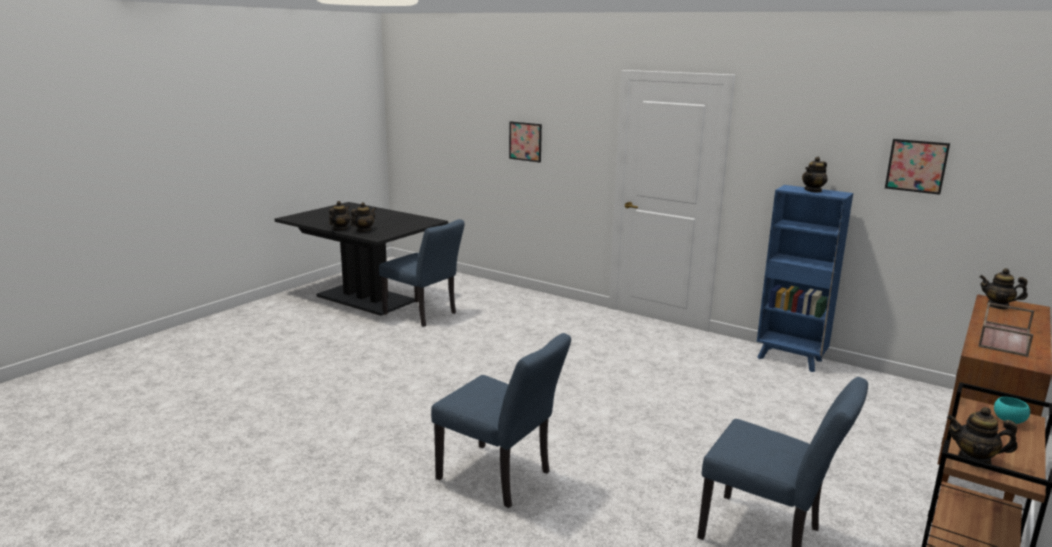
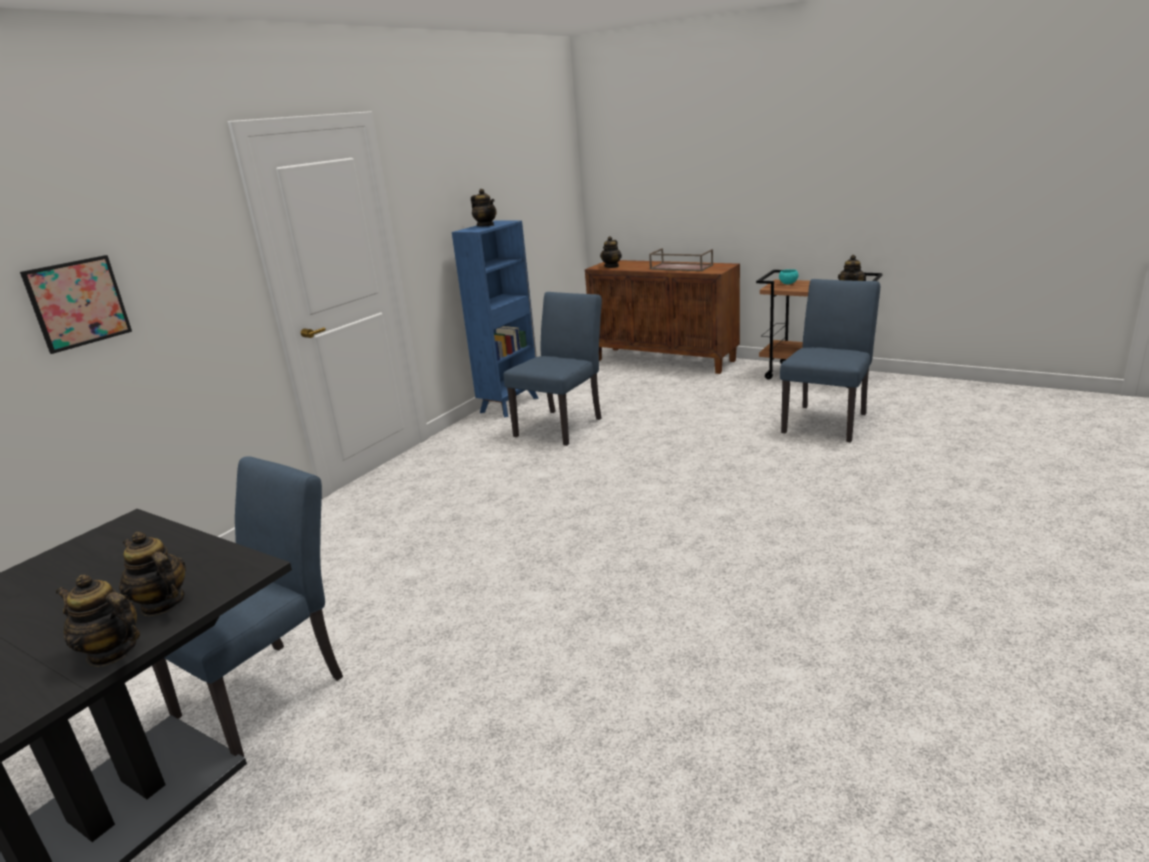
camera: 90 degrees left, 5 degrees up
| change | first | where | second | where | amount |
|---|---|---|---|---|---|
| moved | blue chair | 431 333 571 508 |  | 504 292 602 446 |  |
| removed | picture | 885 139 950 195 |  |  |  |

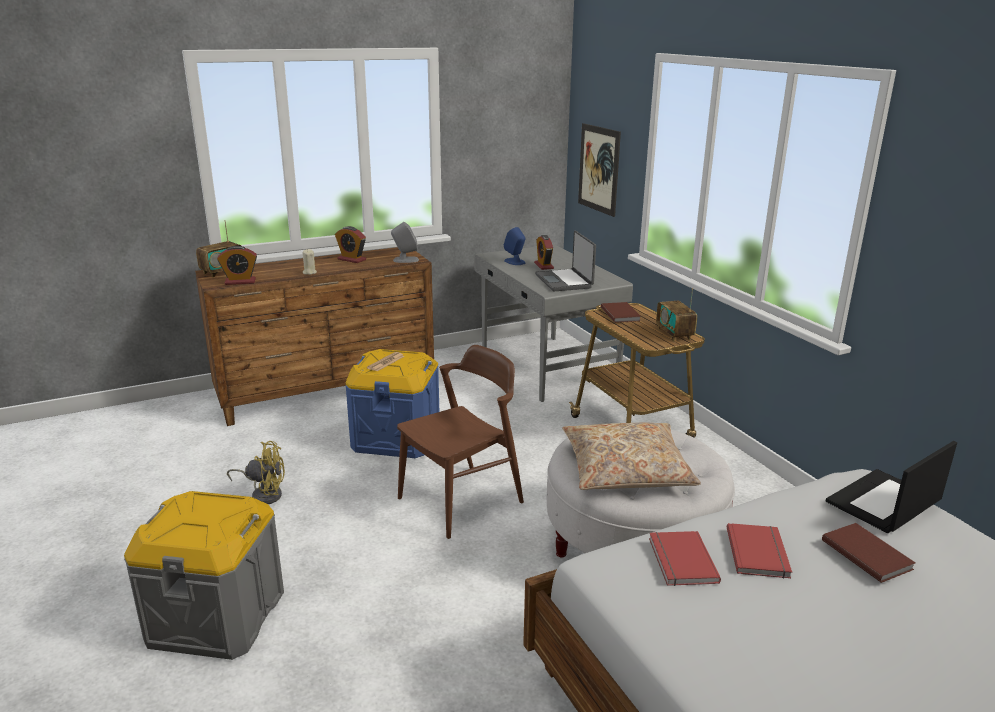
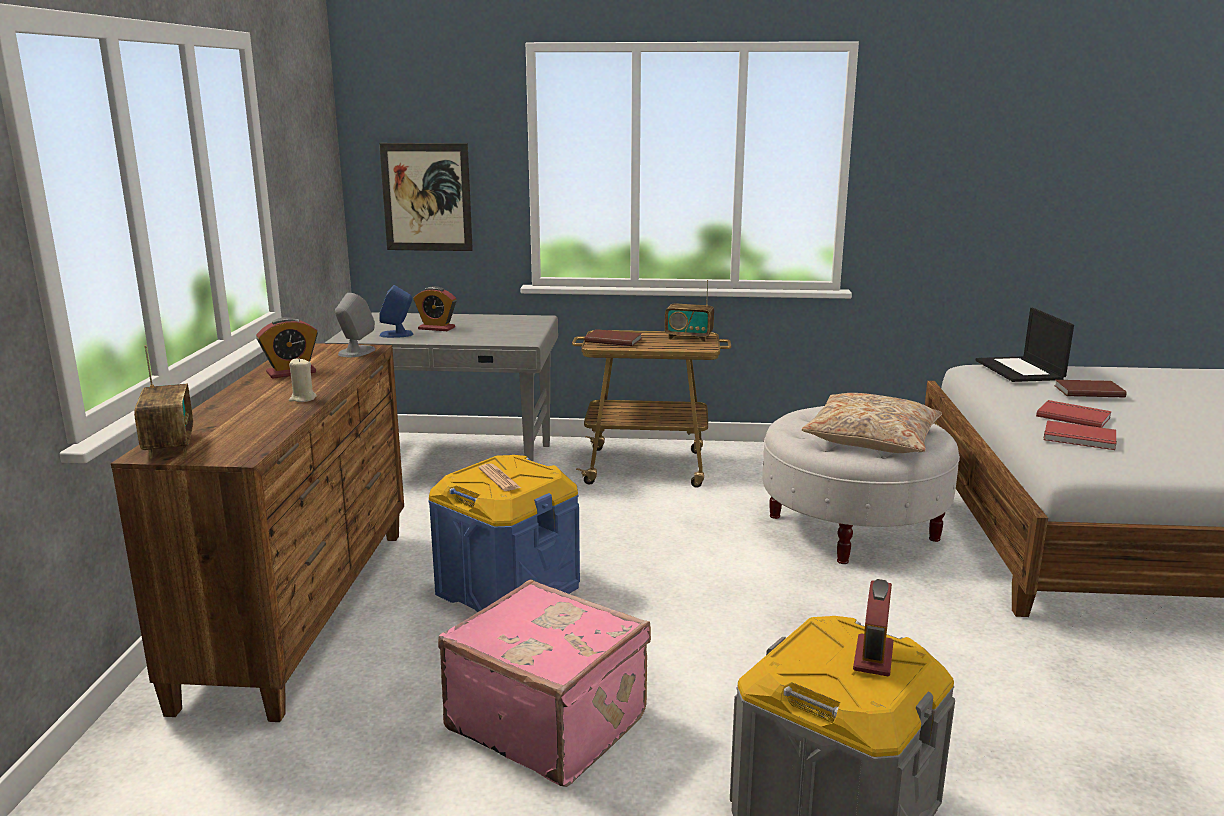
camera: 60 degrees left, 5 degrees down
| change | first | where | second | where | amount |
|---|---|---|---|---|---|
| replaced | yellow fan | 227 441 285 504 | pink suitcase | 438 580 651 787 |  |
| moved | alarm clock | 217 246 257 285 |  | 853 579 894 676 |  |
| removed | brown chair | 397 345 524 539 |  |  |  |
| removed | laptop | 535 231 596 291 |  |  |  |

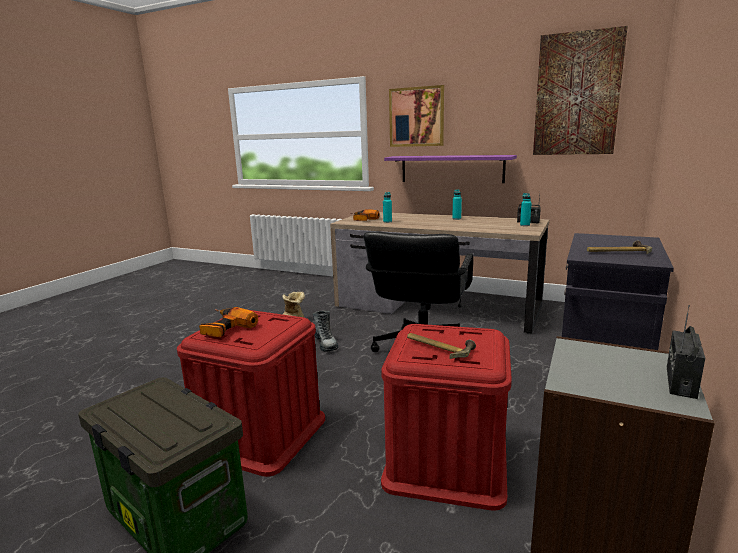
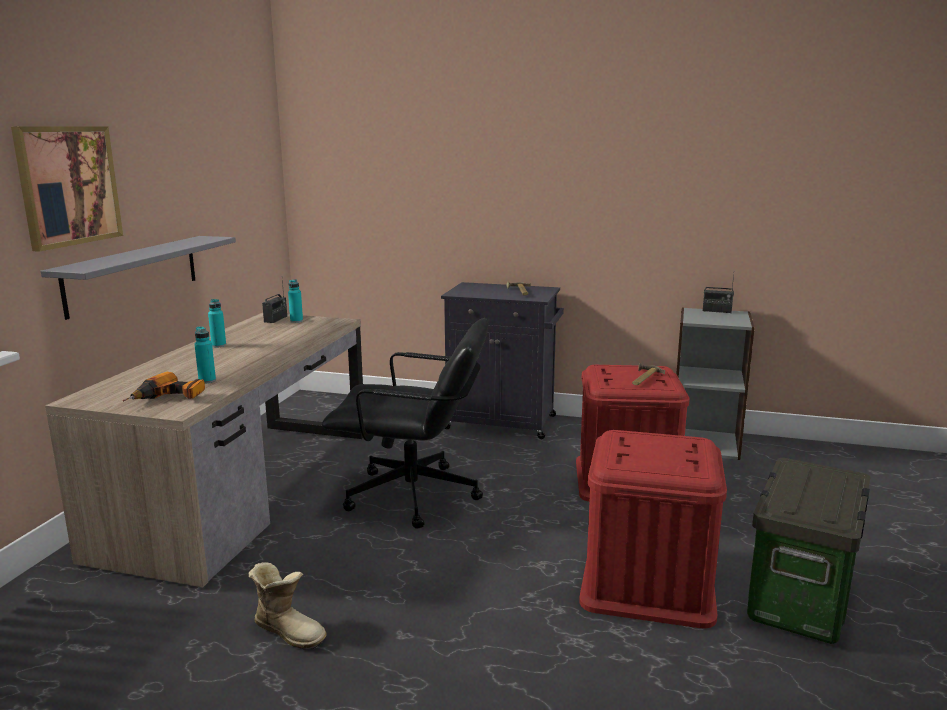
camera: 100 degrees left, 0 degrees up
| change | first | where | second | where | amount |
|---|---|---|---|---|---|
| recoloured | purple shelf | 384 155 517 183 | grey shelf | 41 236 236 320 |  |
| removed | power drill | 199 307 258 337 |  |  |  |
| removed | boot | 313 310 338 352 |  |  |  |
| removed | picture | 533 26 628 155 |  |  |  |

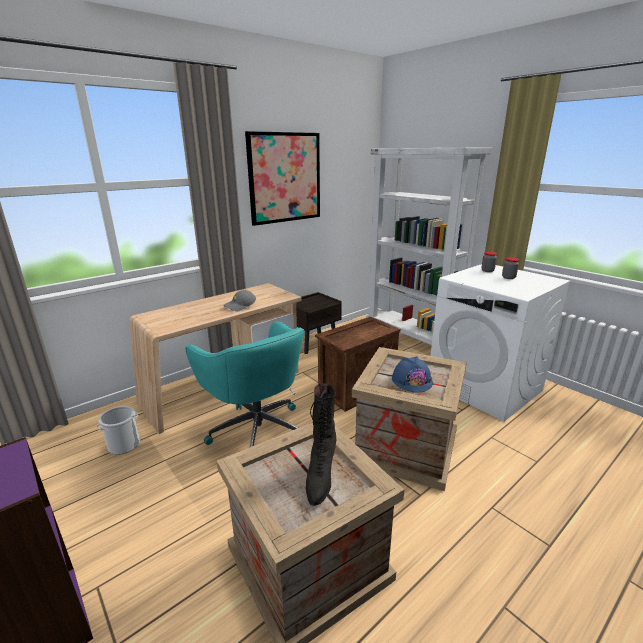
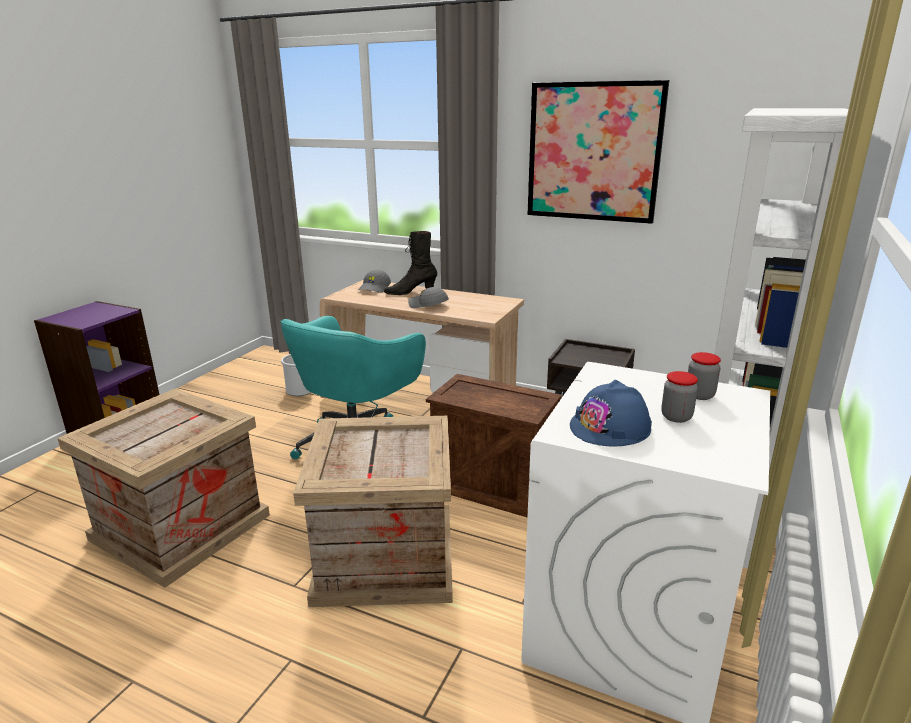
camera: 65 degrees right, 0 degrees up
| change | first | where | second | where | amount |
|---|---|---|---|---|---|
| added |  |  | grey cap | 358 269 391 293 |  |
| moved | black boot | 306 383 336 506 |  | 384 231 437 295 |  |
| moved | blue hard hat | 392 356 433 393 |  | 570 380 652 447 |  |

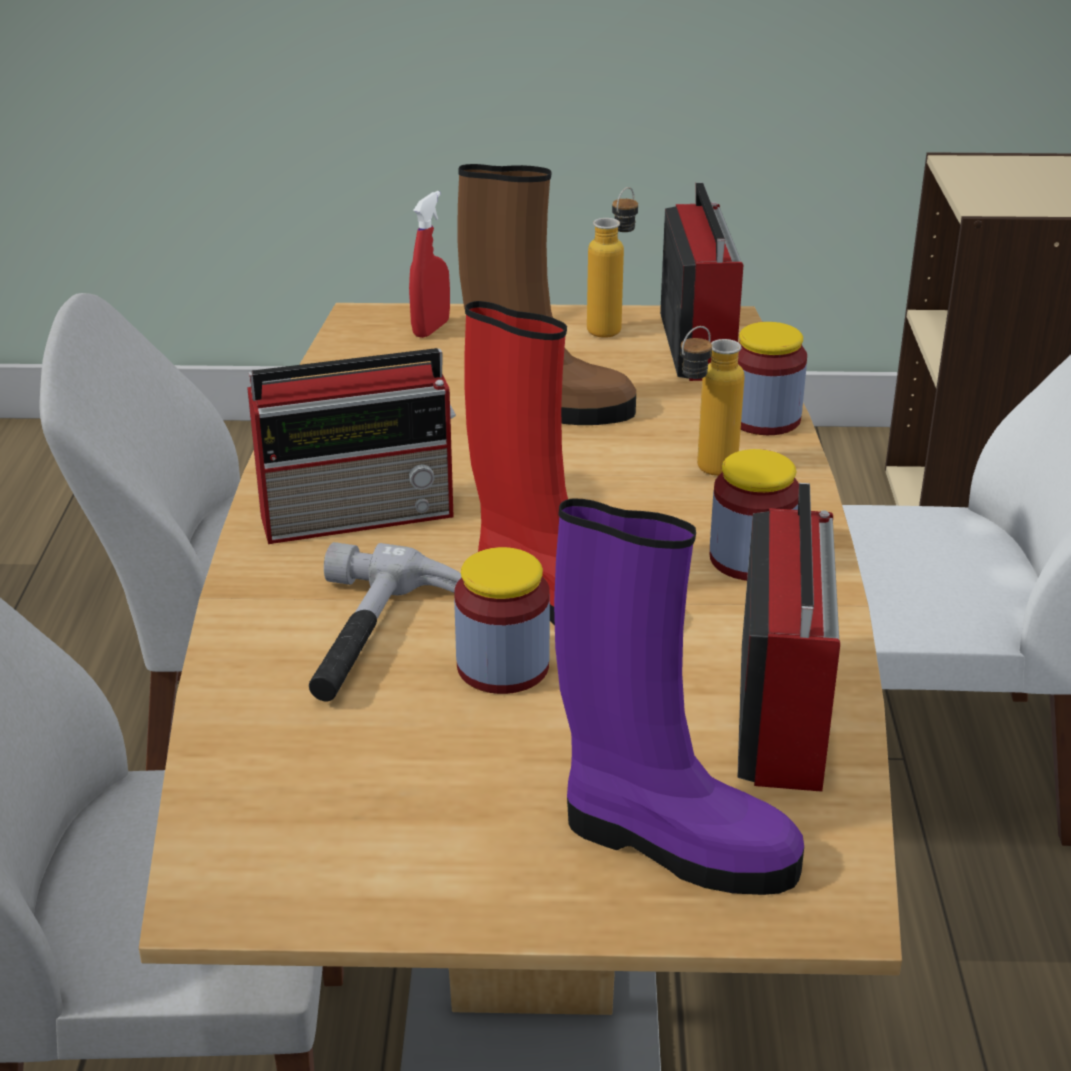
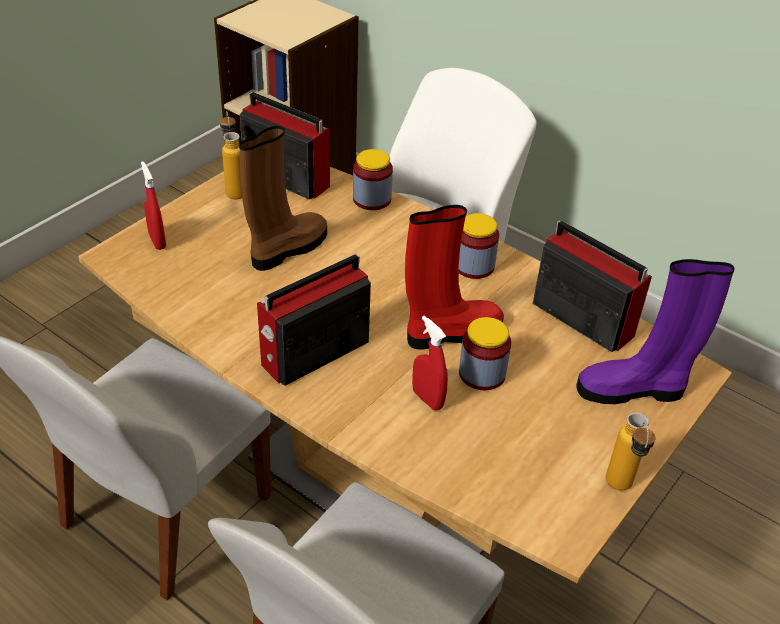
camera: 55 degrees left, 10 degrees up
| change | first | where | second | where | amount |
|---|---|---|---|---|---|
| turned | radio | 247 348 456 544 |  | 257 254 371 386 | 150 degrees counterclockwise |
| replaced | hammer | 309 542 461 702 | red spray bottle | 412 316 448 411 |  |
| turned | purple boot | 554 498 804 895 |  | 577 259 735 404 | 150 degrees counterclockwise |
| moved | bottle | 680 326 744 476 |  | 606 412 655 491 |  |

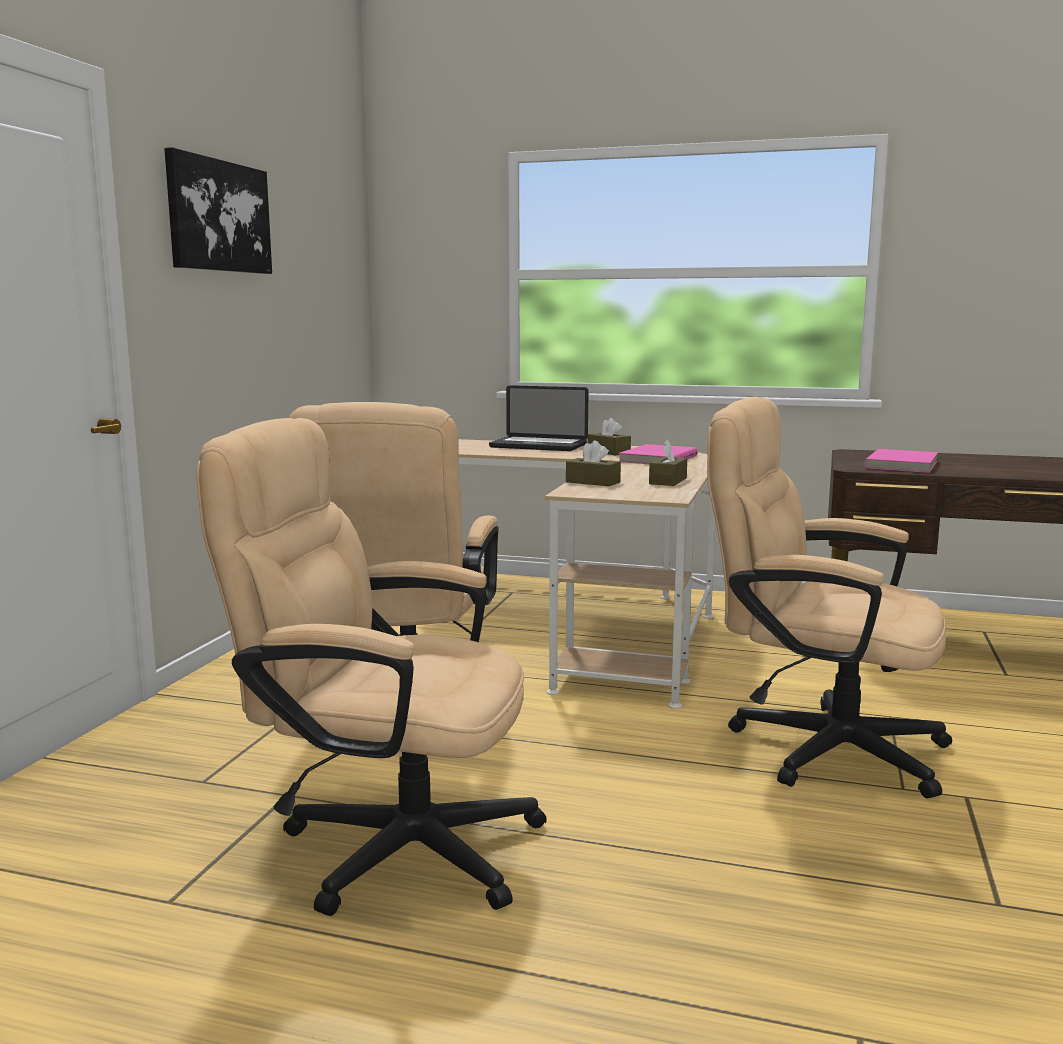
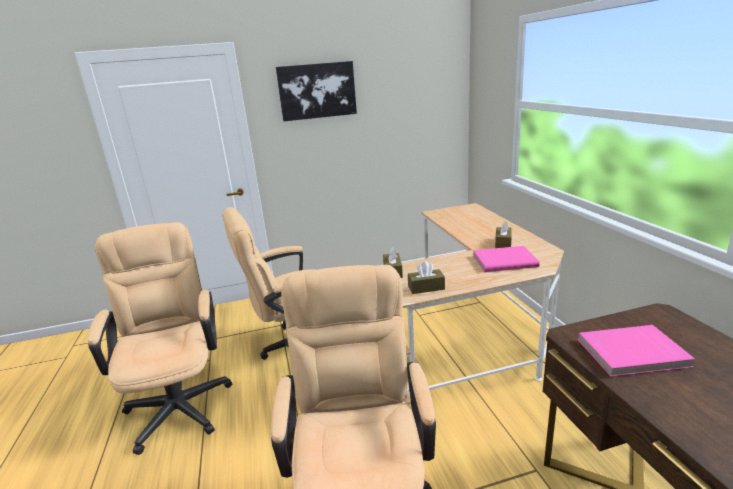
camera: 60 degrees right, 10 degrees up
| change | first | where | second | where | amount |
|---|---|---|---|---|---|
| removed | laptop | 489 385 589 451 |  |  |  |

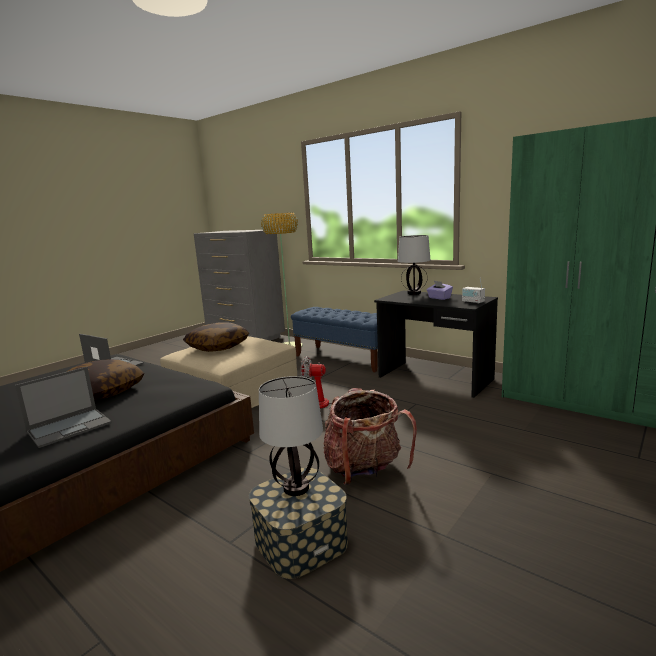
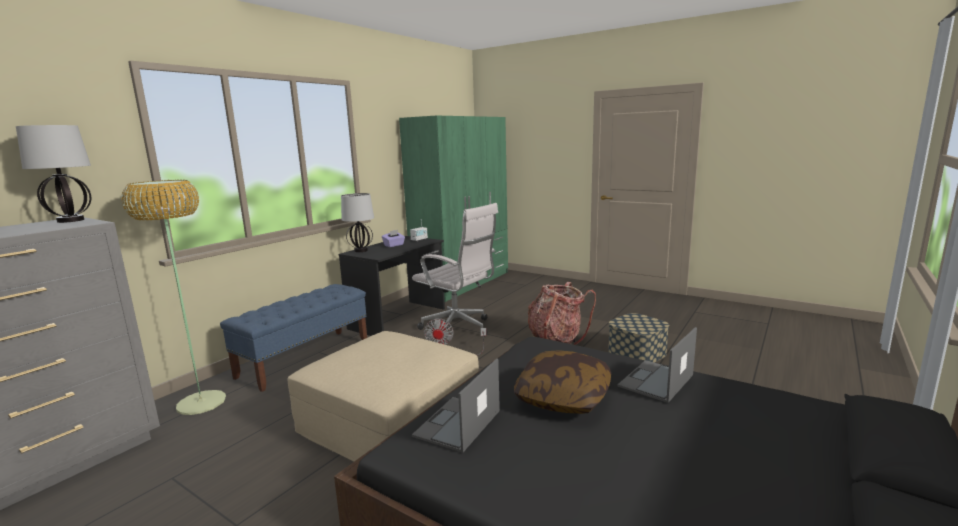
camera: 95 degrees left, 0 degrees up
| change | first | where | second | where | amount |
|---|---|---|---|---|---|
| moved | table lamp | 259 376 323 496 |  | 16 125 91 223 |  |
| added |  |  | white office chair | 412 203 498 337 |  |
| turned | laptop | 15 367 112 448 |  | 617 327 697 403 | 90 degrees counterclockwise |
| removed | pillow | 183 322 249 352 |  |  |  |

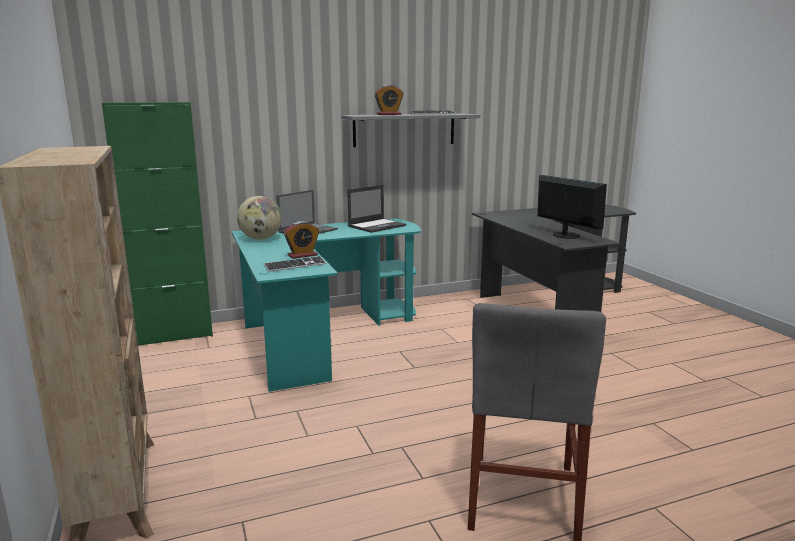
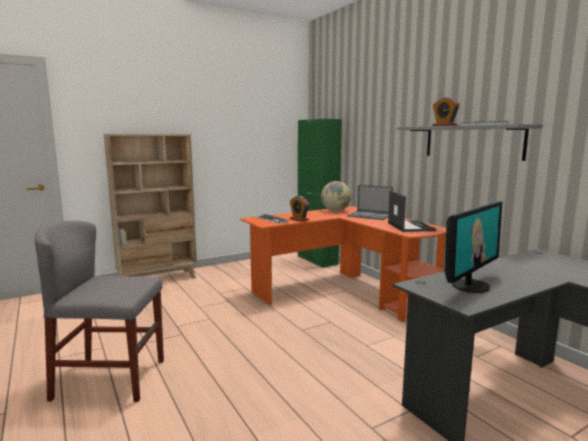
camera: 80 degrees right, 5 degrees down
| change | first | where | second | where | amount |
|---|---|---|---|---|---|
| recoloured | turquoise desk | 231 218 421 392 | orange desk | 240 206 446 322 |  |
| turned | laptop | 348 185 406 233 |  | 388 191 436 232 | 135 degrees counterclockwise |

